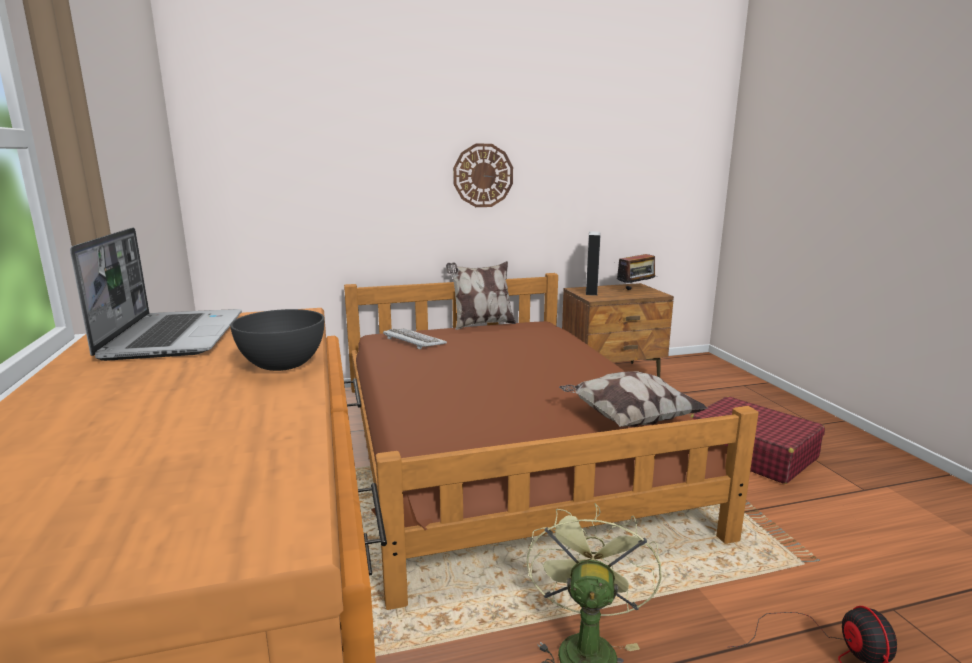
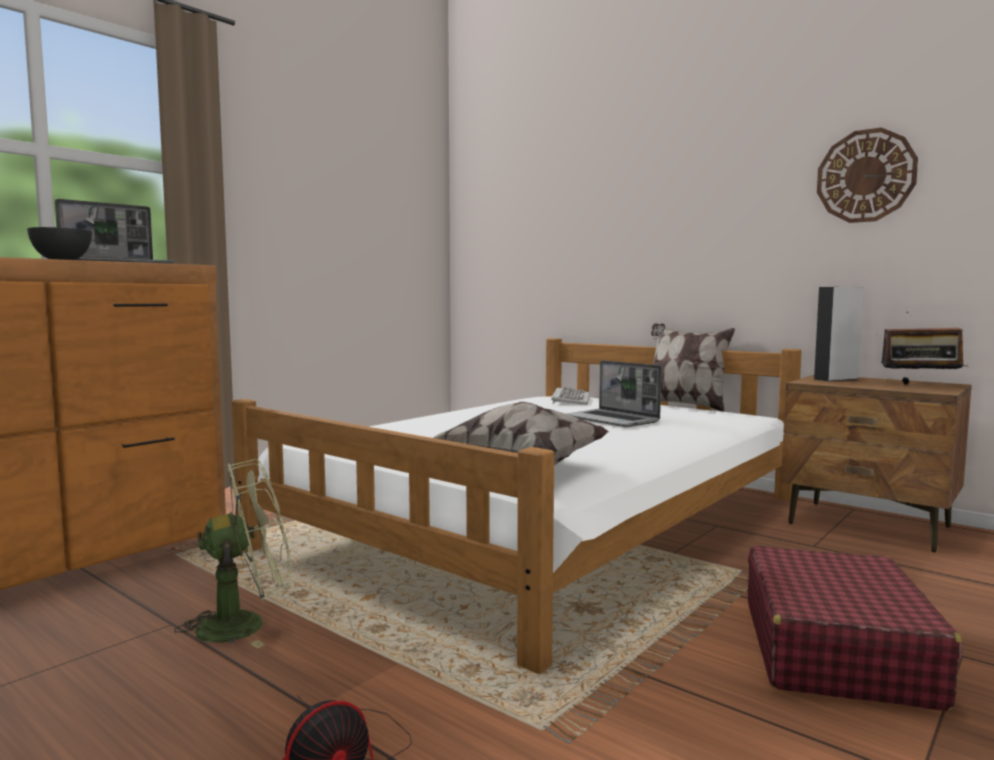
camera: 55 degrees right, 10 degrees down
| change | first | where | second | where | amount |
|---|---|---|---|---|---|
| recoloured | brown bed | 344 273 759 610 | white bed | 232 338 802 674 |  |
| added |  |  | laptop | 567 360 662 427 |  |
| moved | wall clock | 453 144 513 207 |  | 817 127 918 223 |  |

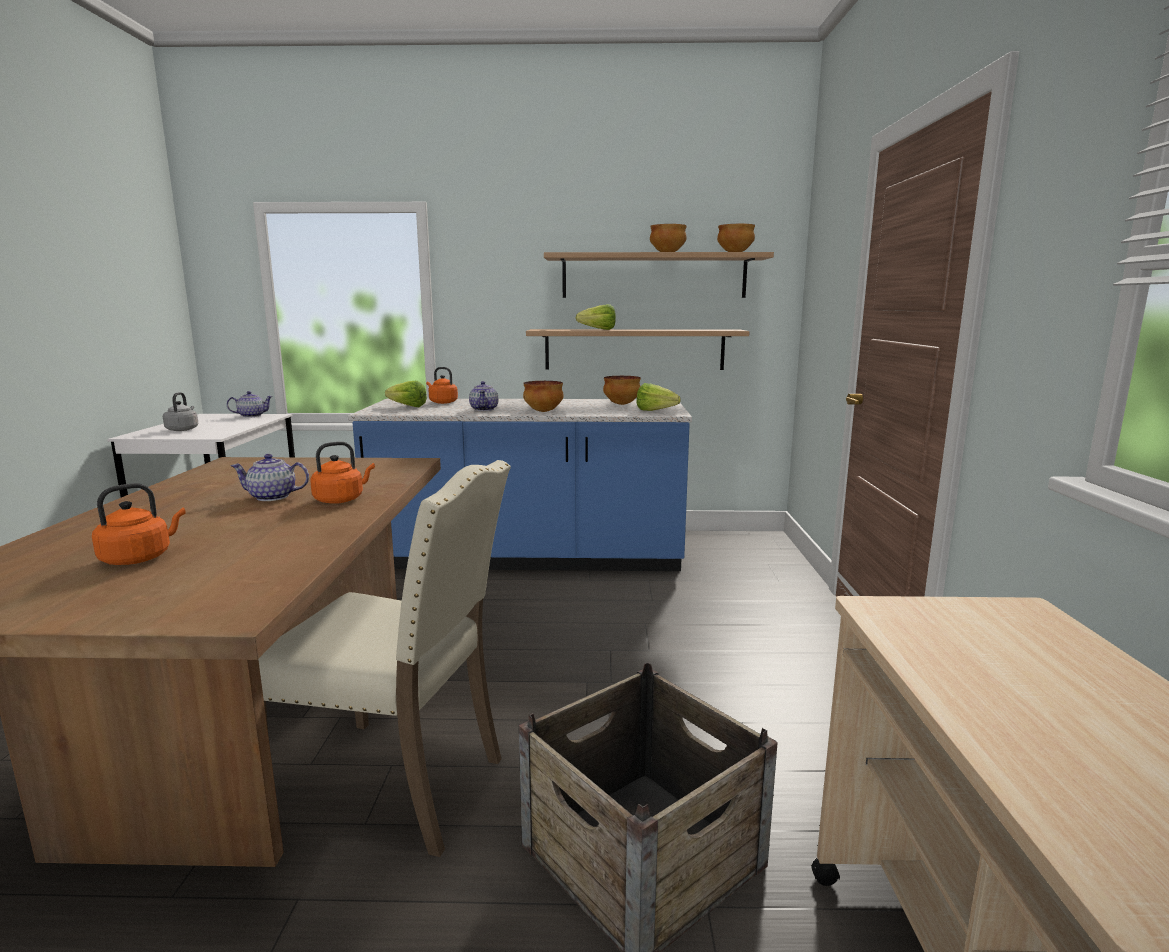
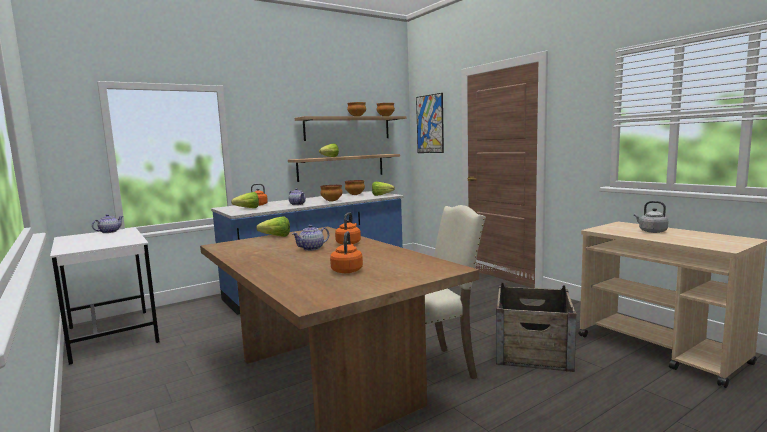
camera: 35 degrees left, 5 degrees down
| change | first | where | second | where | amount |
|---|---|---|---|---|---|
| added |  |  | lettuce | 256 217 290 237 |  |
| added |  |  | picture | 416 93 444 153 |  |
| moved | grey kettle | 163 392 199 431 |  | 634 201 669 233 |  |

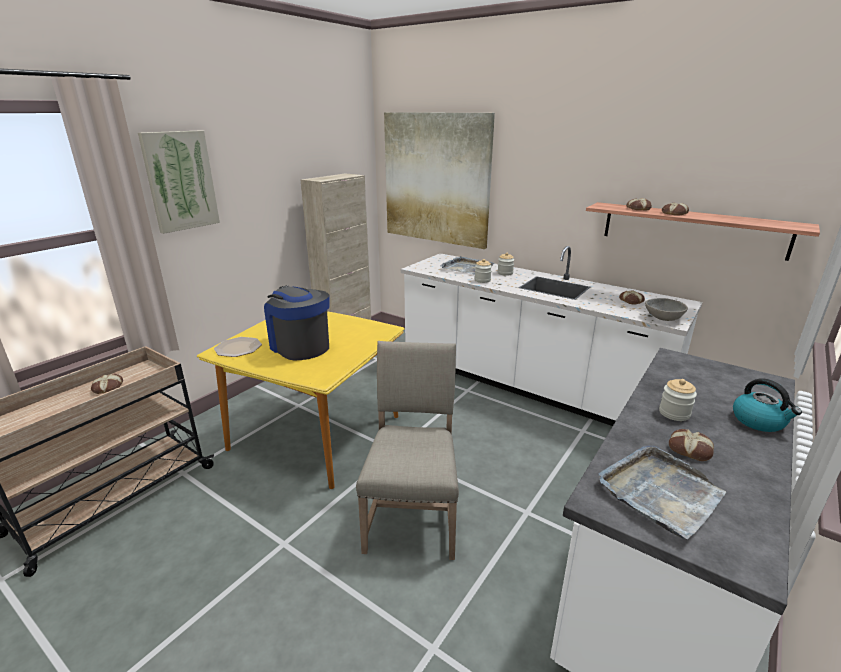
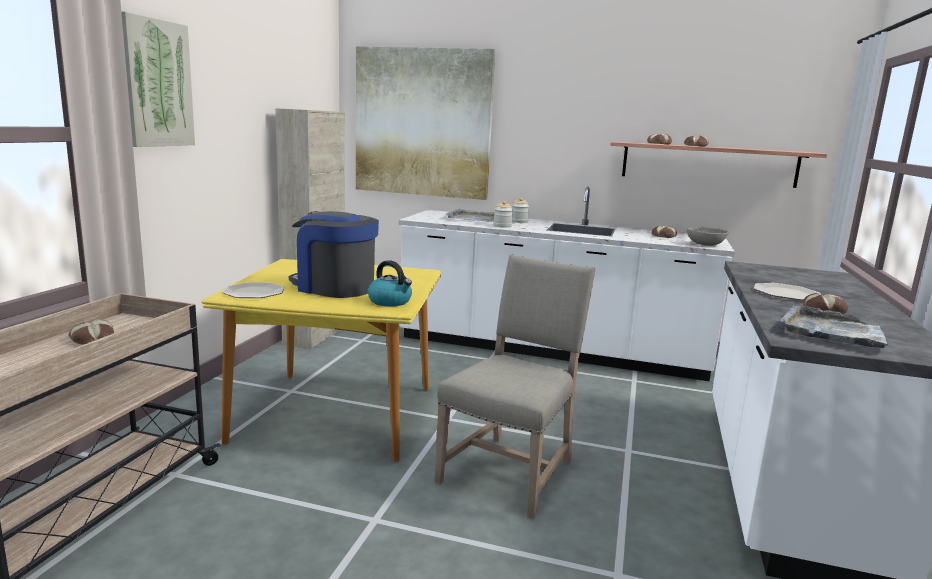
camera: 20 degrees left, 10 degrees down
| change | first | where | second | where | amount |
|---|---|---|---|---|---|
| moved | kettle | 733 378 802 432 |  | 368 260 412 306 |  |
| turned | beige chair | 356 341 459 560 |  | 435 254 595 519 | 45 degrees clockwise |
| replaced | jar | 659 379 697 421 | plate | 754 283 821 300 |  |

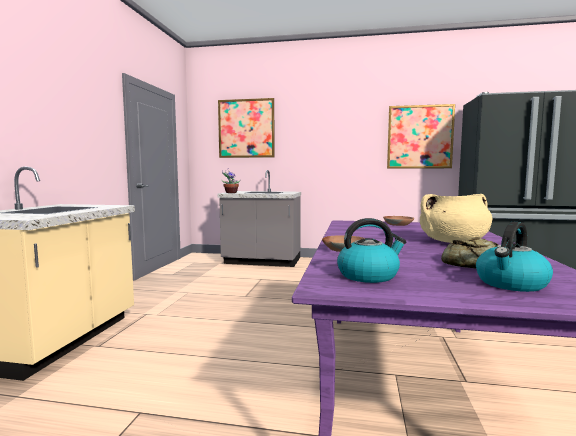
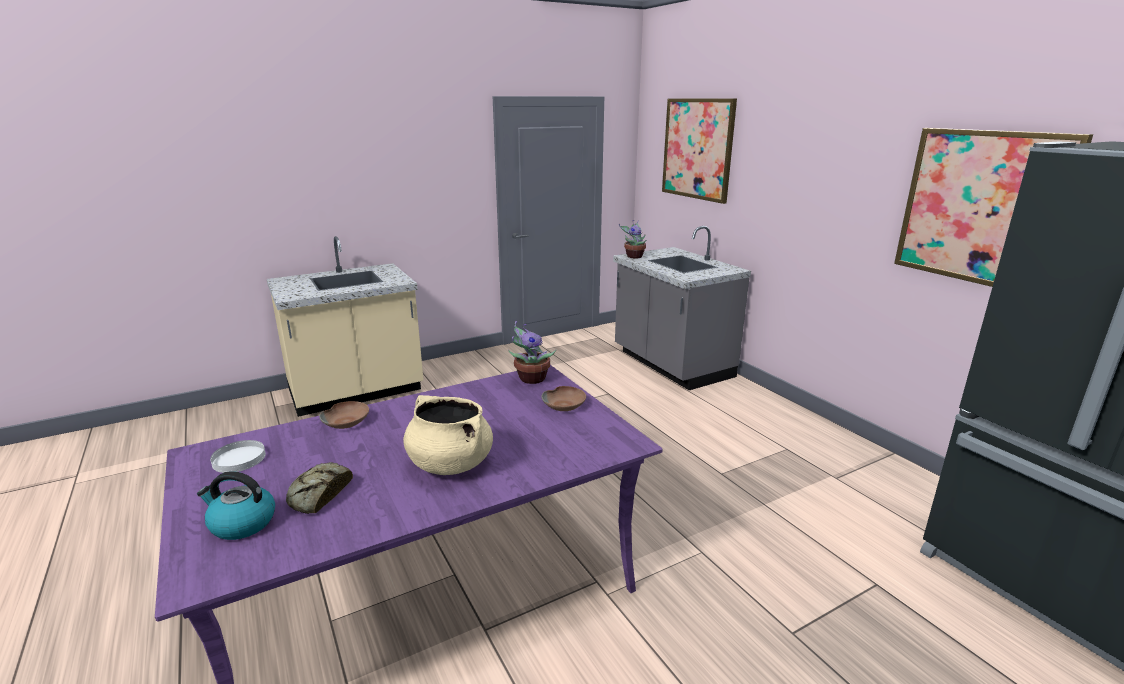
camera: 50 degrees right, 15 degrees up
| change | first | where | second | where | amount |
|---|---|---|---|---|---|
| replaced | kettle | 337 218 406 283 | white plate | 210 440 266 473 |  |
| added |  |  | potted plant | 508 321 556 384 |  |

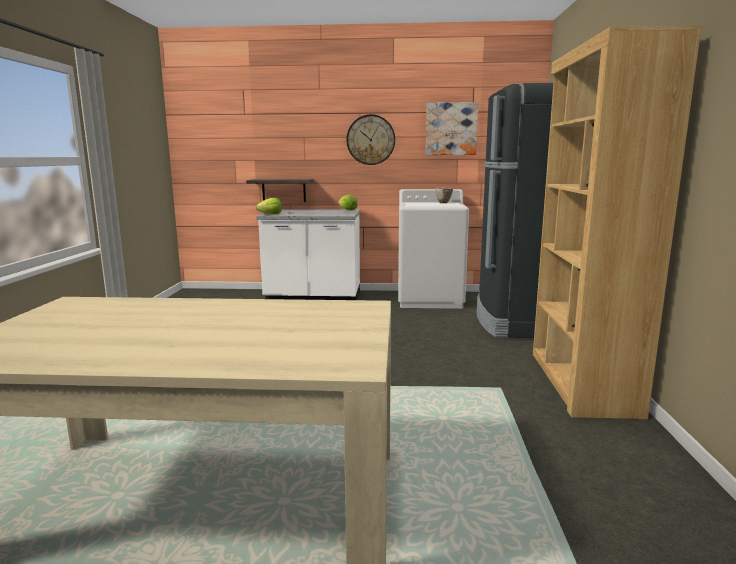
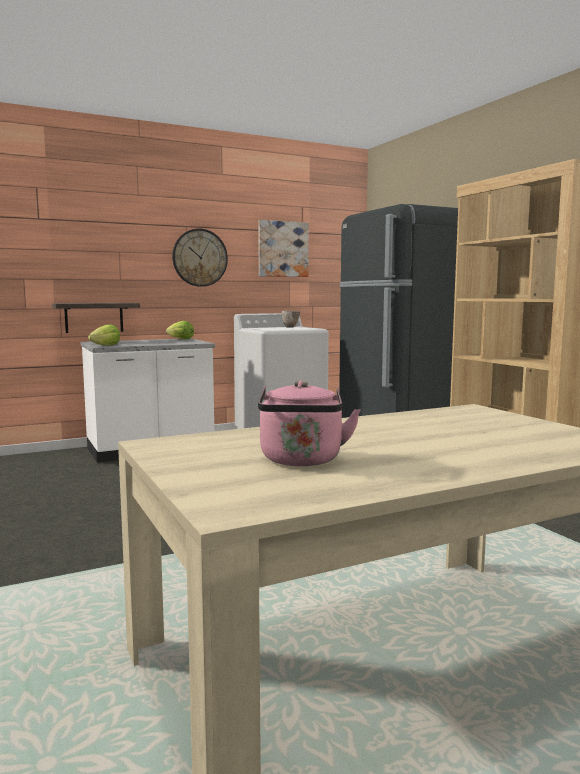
camera: 30 degrees left, 5 degrees down
| change | first | where | second | where | amount |
|---|---|---|---|---|---|
| added |  |  | pink kettle | 258 381 361 466 |  |

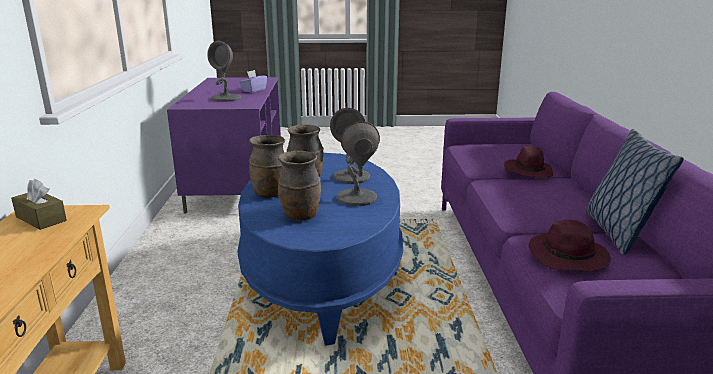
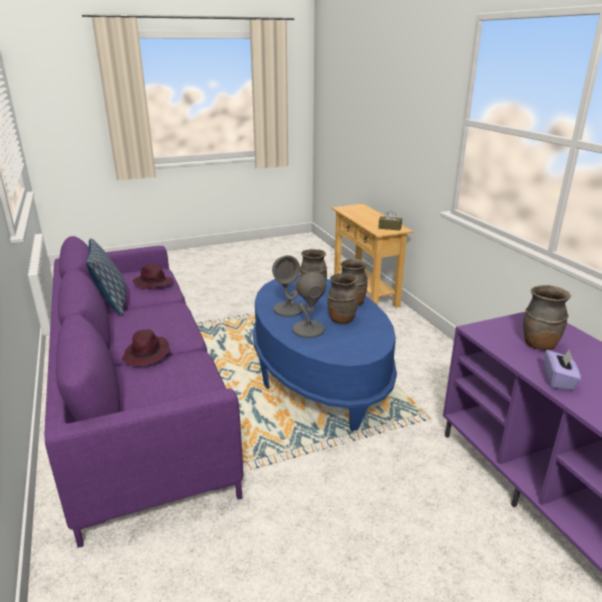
camera: 160 degrees right, 5 degrees up
| change | first | where | second | where | amount |
|---|---|---|---|---|---|
| replaced | grey table lamp | 207 41 241 102 | brown vase | 523 285 571 350 |  |

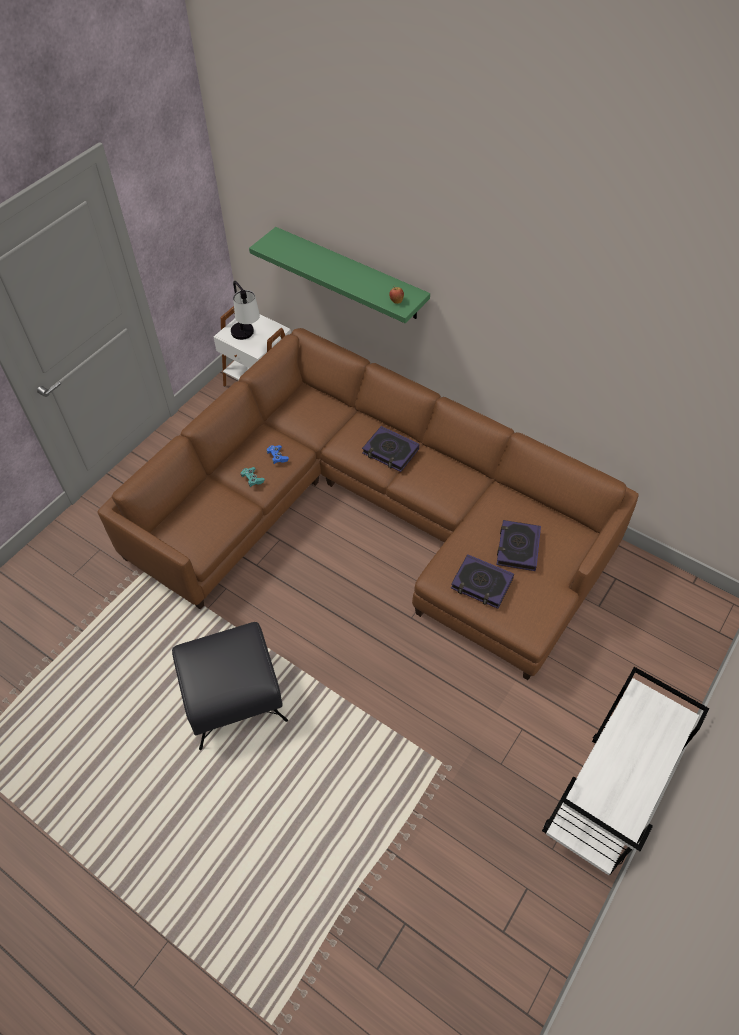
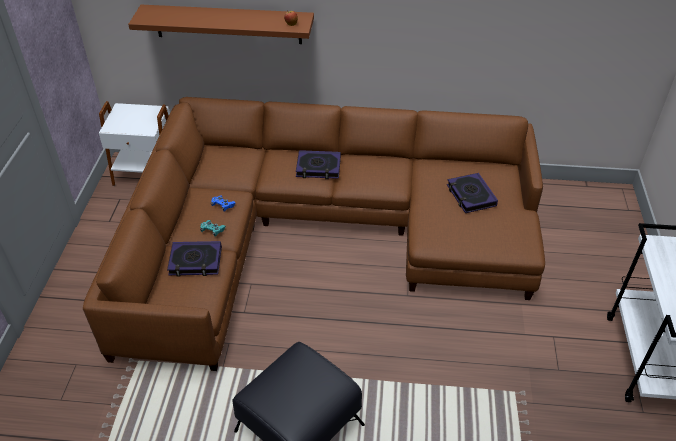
camera: 30 degrees left, 10 degrees down
| change | first | where | second | where | amount |
|---|---|---|---|---|---|
| recoloured | green shelf | 249 227 430 323 | brown shelf | 128 5 314 44 |  |
| moved | book | 451 554 514 609 |  | 167 241 222 277 |  |
| removed | table lamp | 231 281 260 340 |  |  |  |

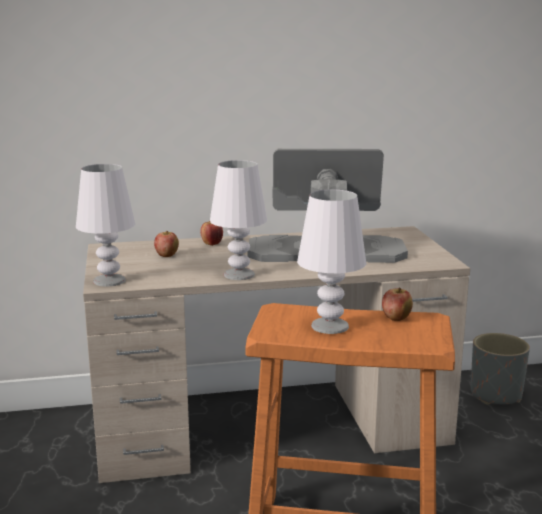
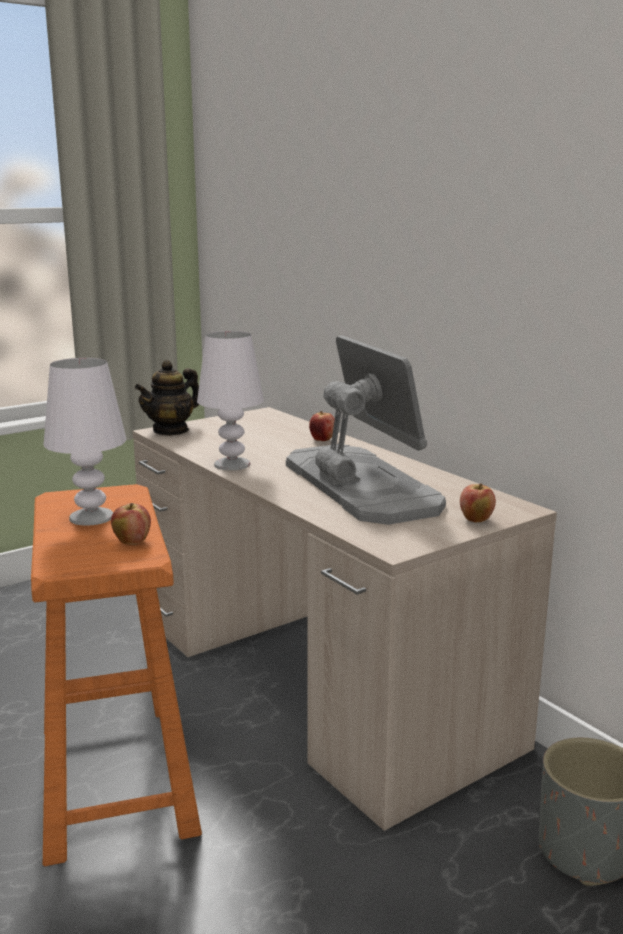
camera: 65 degrees right, 0 degrees up
| change | first | where | second | where | amount |
|---|---|---|---|---|---|
| replaced | white table lamp | 76 164 135 286 | teapot | 135 360 199 436 |  |
| moved | apple | 154 231 179 257 |  | 460 483 496 522 |  |

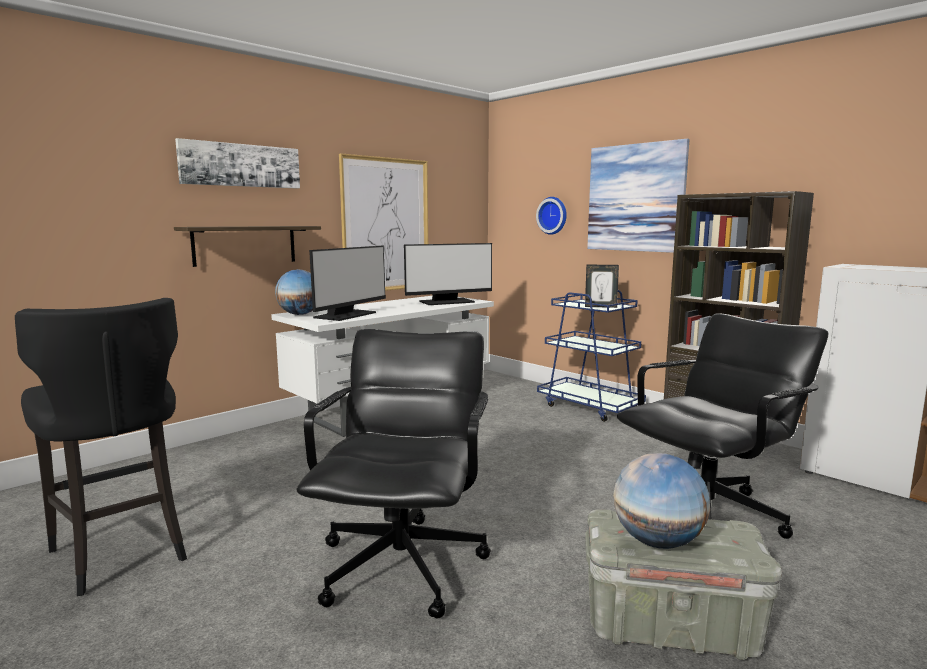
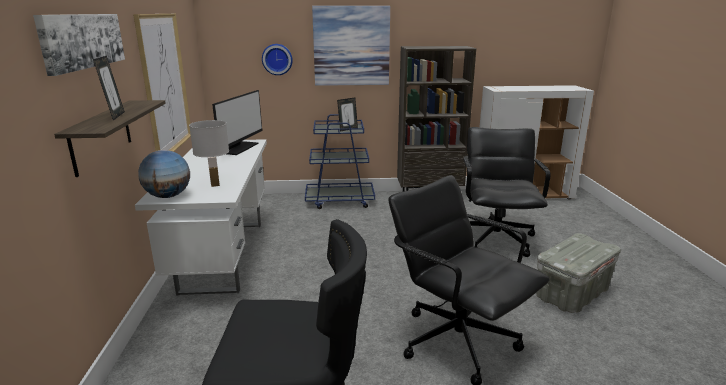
camera: 50 degrees left, 10 degrees up
| change | first | where | second | where | amount |
|---|---|---|---|---|---|
| added |  |  | picture frame | 93 56 125 121 |  |
| replaced | monitor | 309 246 386 321 | white table lamp | 189 120 229 187 |  |
| removed | globe | 613 453 710 549 |  |  |  |

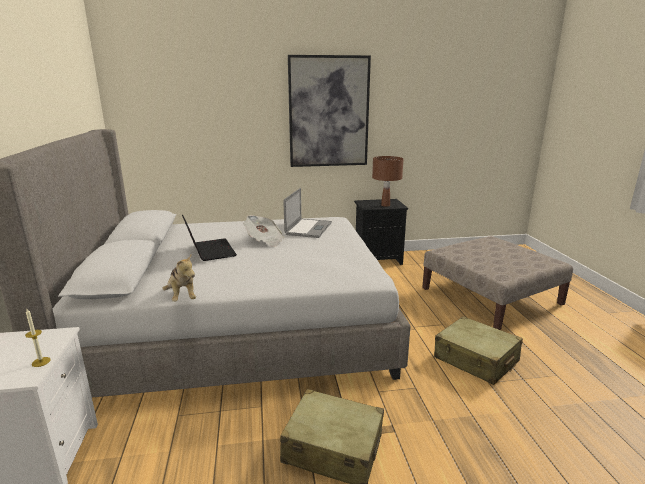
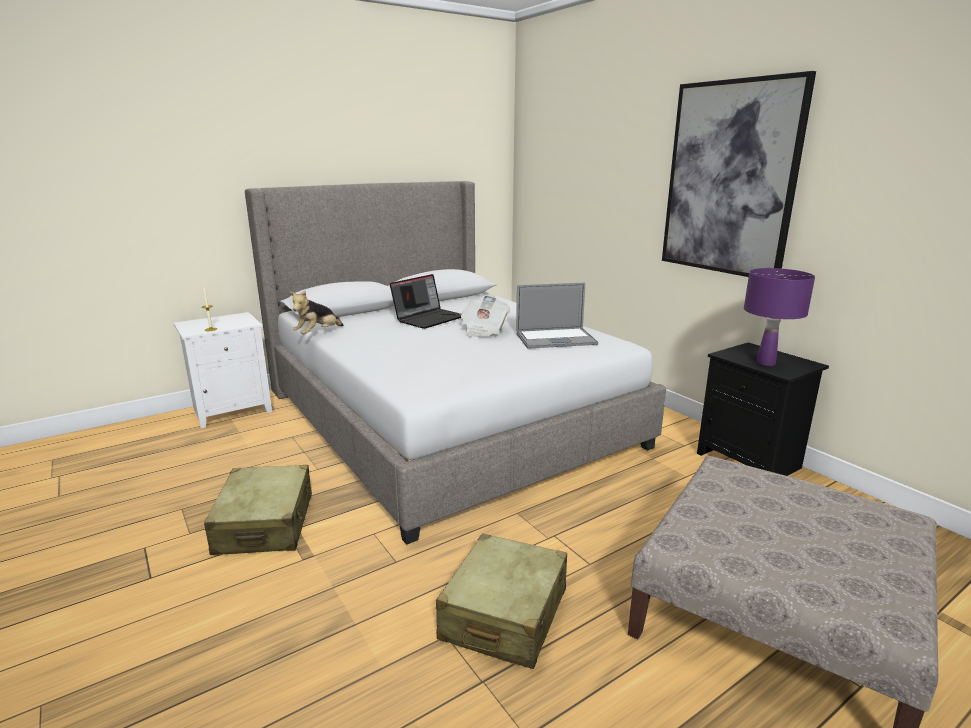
camera: 65 degrees right, 0 degrees up
| change | first | where | second | where | amount |
|---|---|---|---|---|---|
| recoloured | brown table lamp | 372 156 403 207 | purple table lamp | 744 268 815 366 |  |

